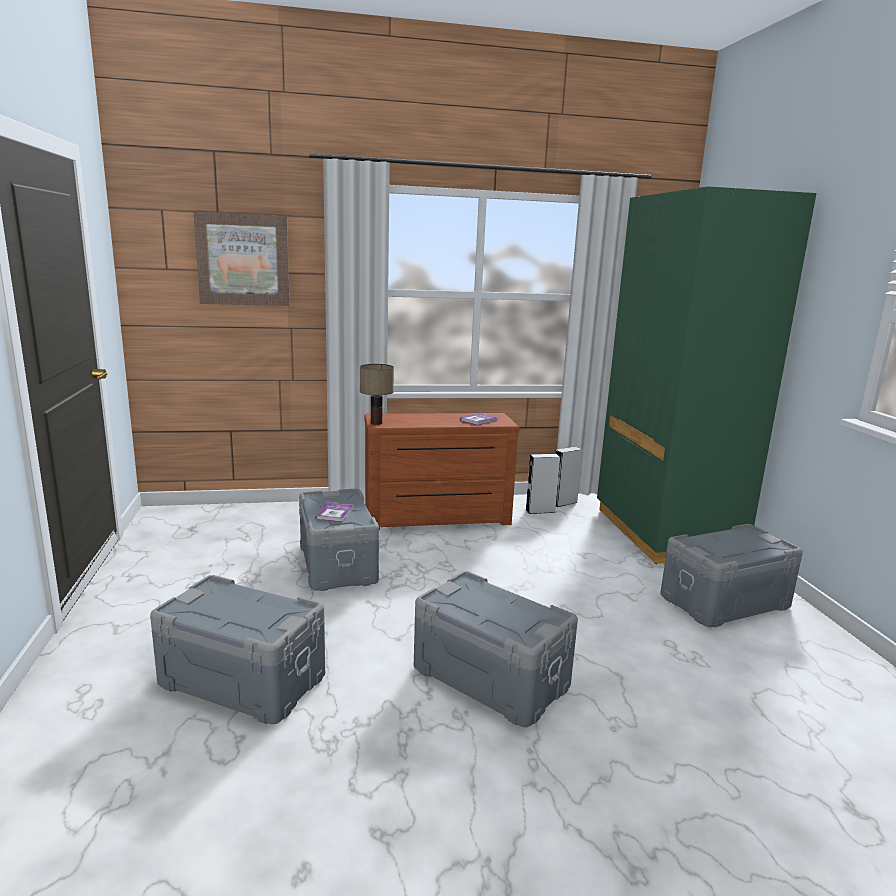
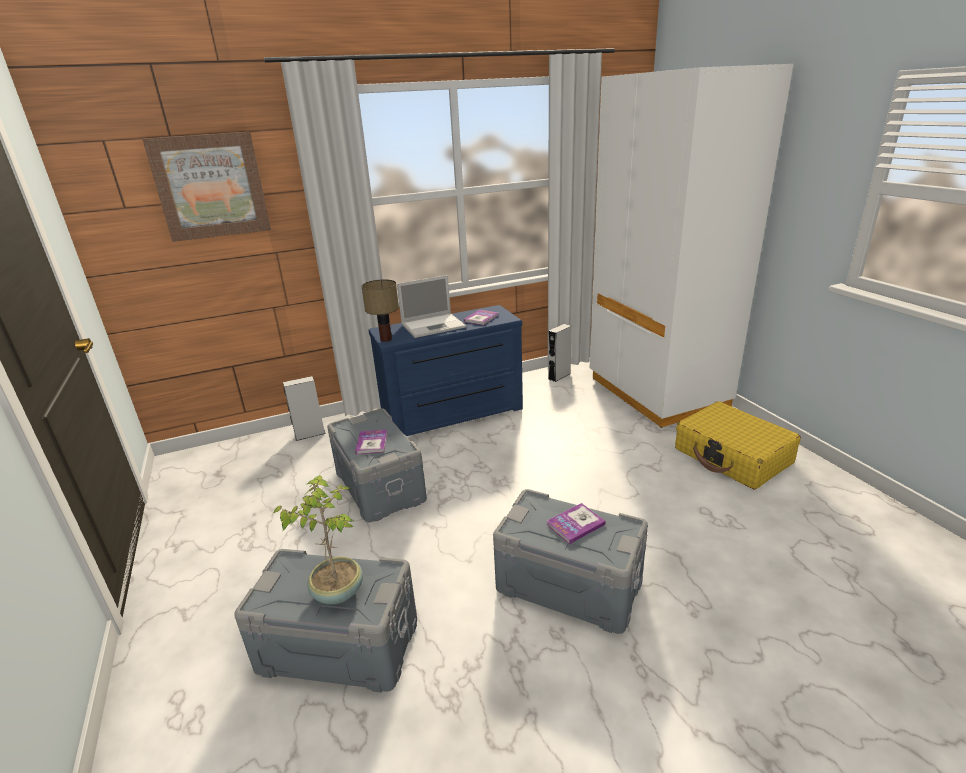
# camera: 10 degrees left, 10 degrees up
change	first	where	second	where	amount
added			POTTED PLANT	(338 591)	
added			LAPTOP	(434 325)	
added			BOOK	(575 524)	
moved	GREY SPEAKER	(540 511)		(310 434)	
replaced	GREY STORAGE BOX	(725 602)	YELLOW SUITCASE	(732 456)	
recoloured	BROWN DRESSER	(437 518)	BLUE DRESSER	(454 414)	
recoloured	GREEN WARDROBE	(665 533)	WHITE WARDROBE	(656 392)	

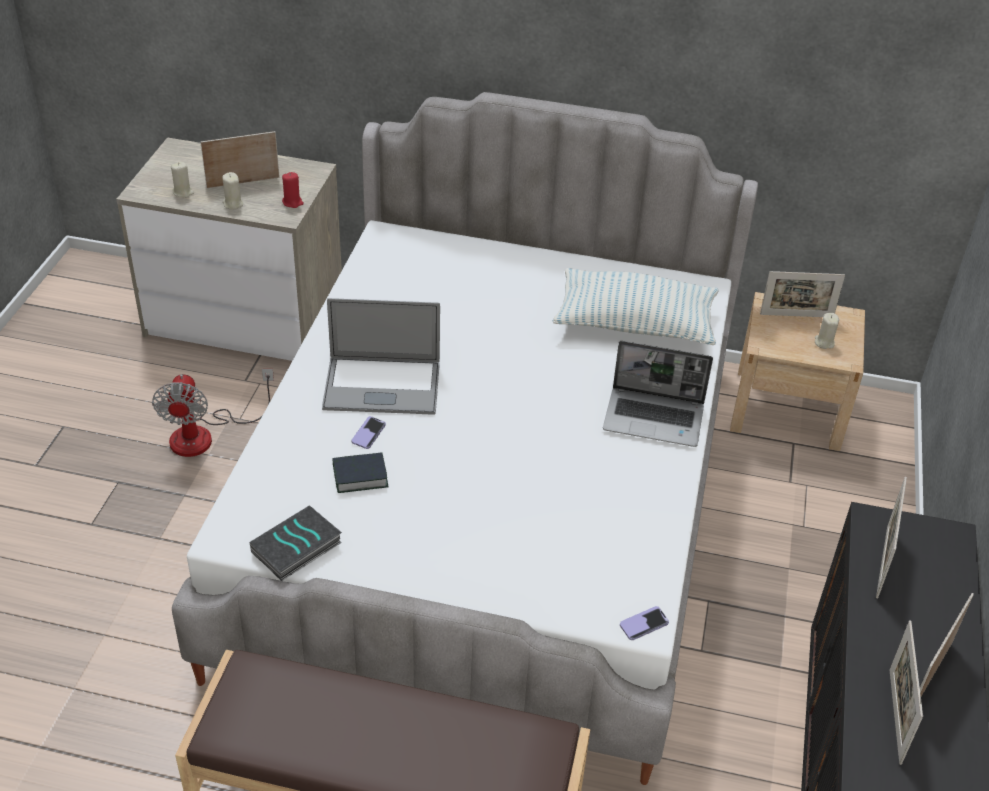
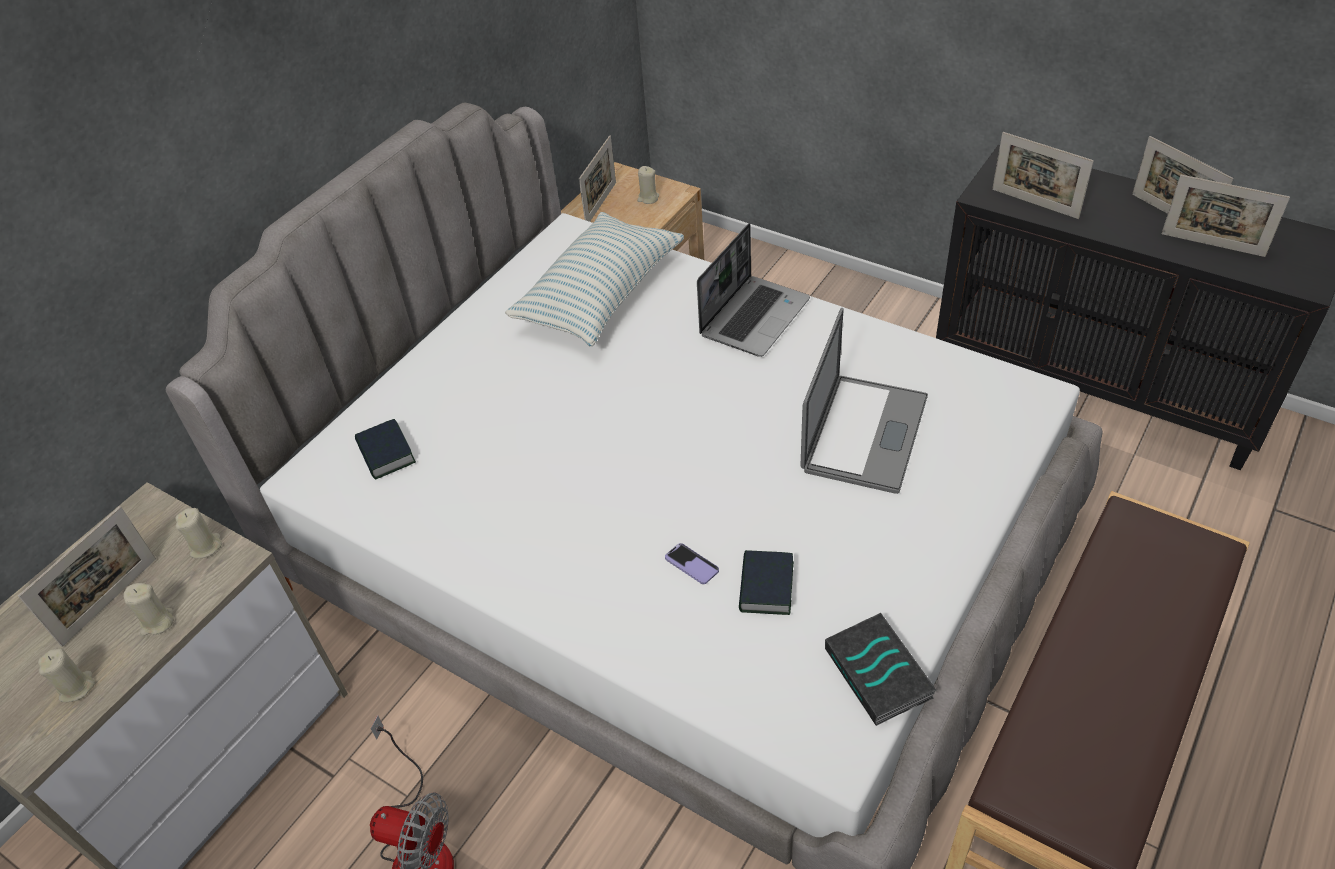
# camera: 65 degrees left, 5 degrees up
change	first	where	second	where	amount
removed	PHONE	(644 624)			
added			BOOK	(386 454)	
moved	LAPTOP	(382 386)		(864 433)	
recoloured	RED CANDLE	(292 202)	BEIGE CANDLE	(206 546)	
turned	PICTURE FRAME	(243 182)		(110 601)	150 degrees counterclockwise

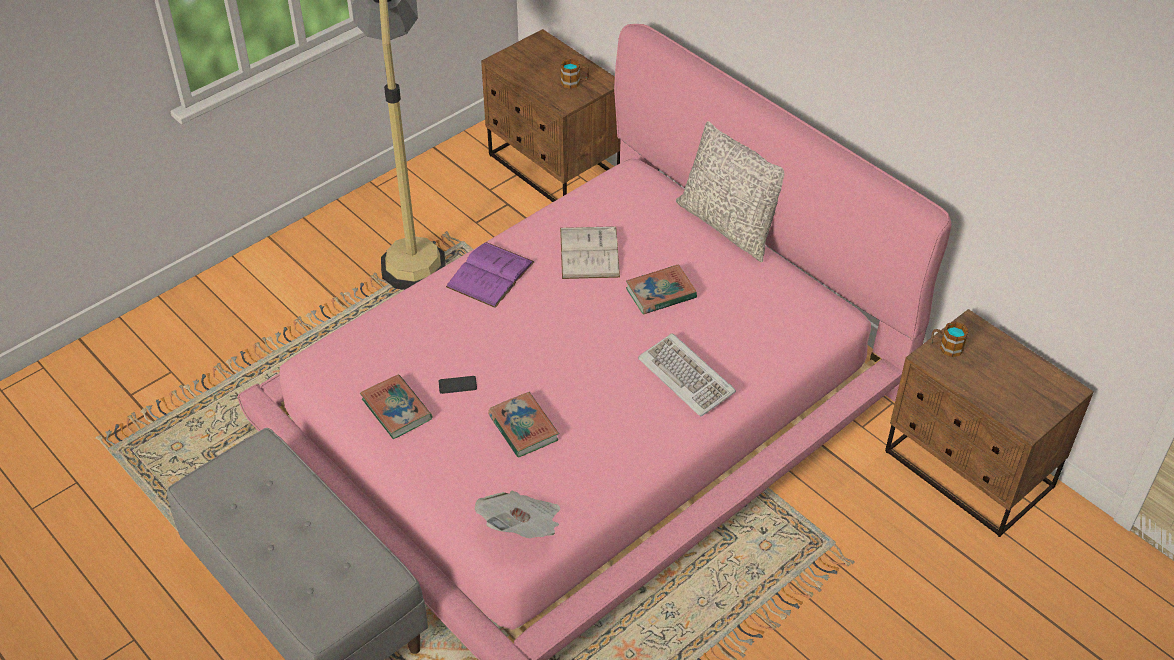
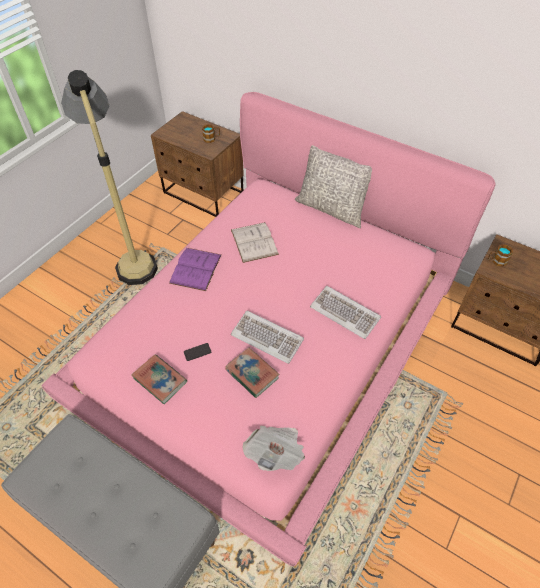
# camera: 15 degrees left, 5 degrees up
change	first	where	second	where	amount
removed	BOOK	(660 293)			
added			KEYBOARD	(267 337)	

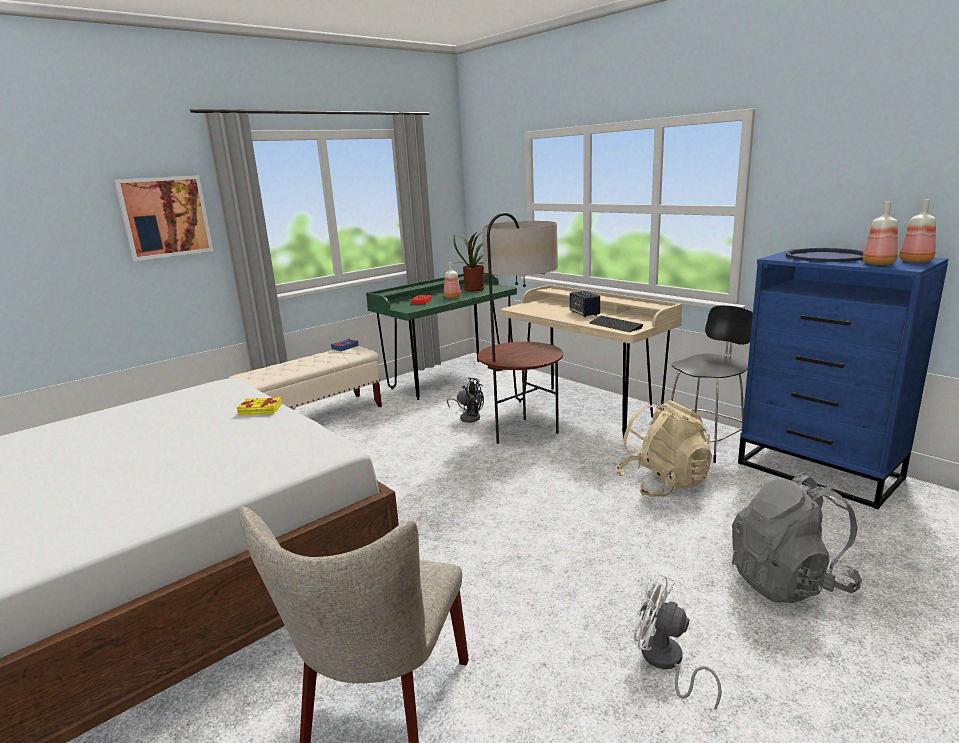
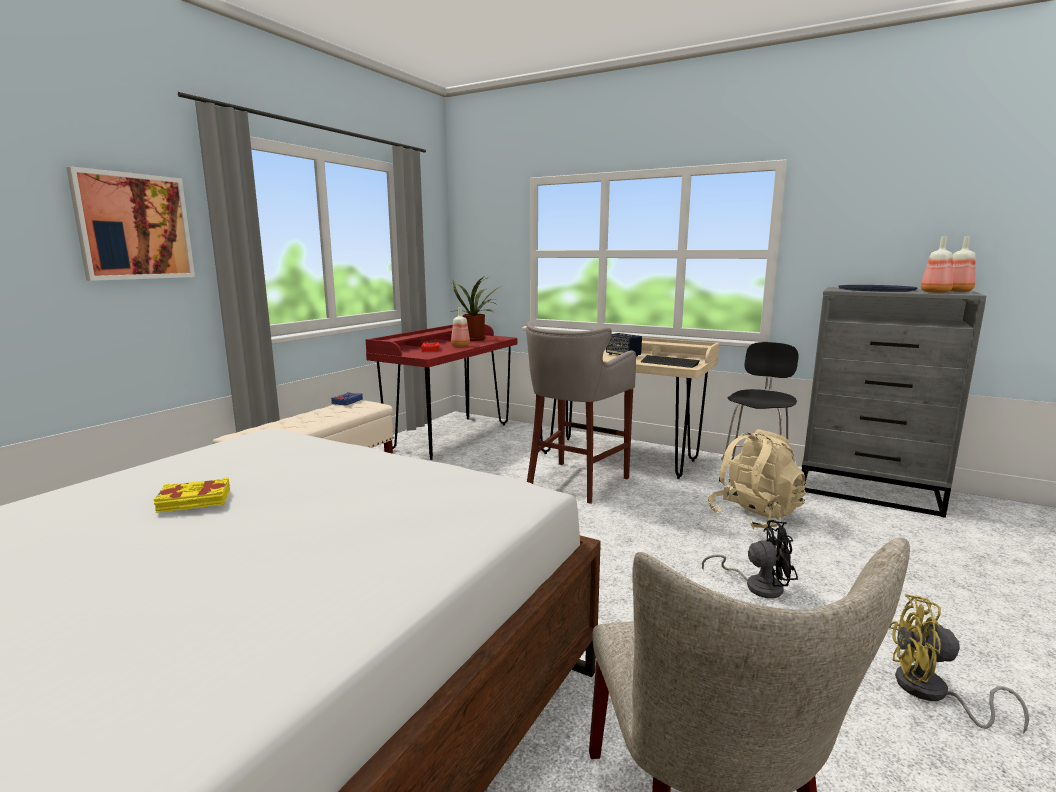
# camera: 20 degrees left, 5 degrees down
change	first	where	second	where	amount
removed	GREY BACKPACK	(789 582)			
moved	YELLOW BOOK	(260 410)		(194 501)	
moved	BLACK FAN	(468 417)		(756 585)	
replaced	FLOOR LAMP	(522 433)	GREY STOOL	(575 483)	
recoloured	GREEN DESK	(450 378)	RED DESK	(450 436)	
recoloured	WHITE FAN	(665 662)	YELLOW FAN	(931 693)	
recoloured	BLUE DRESSER	(820 471)	GREY DRESSER	(870 491)	

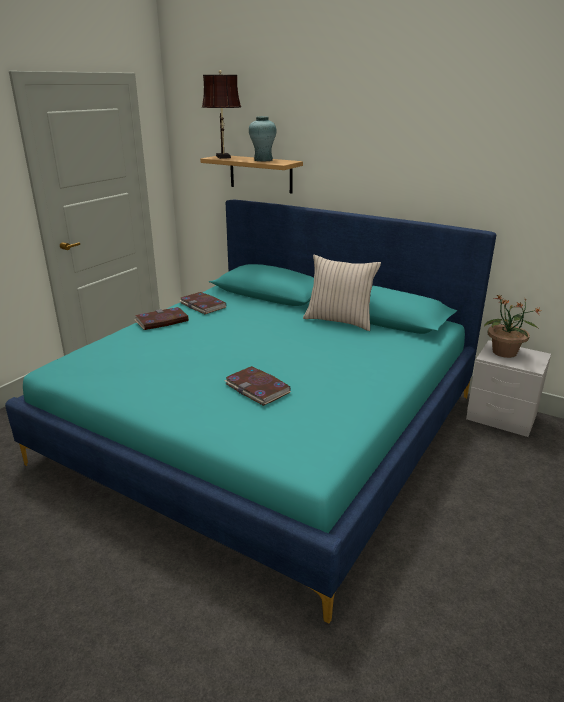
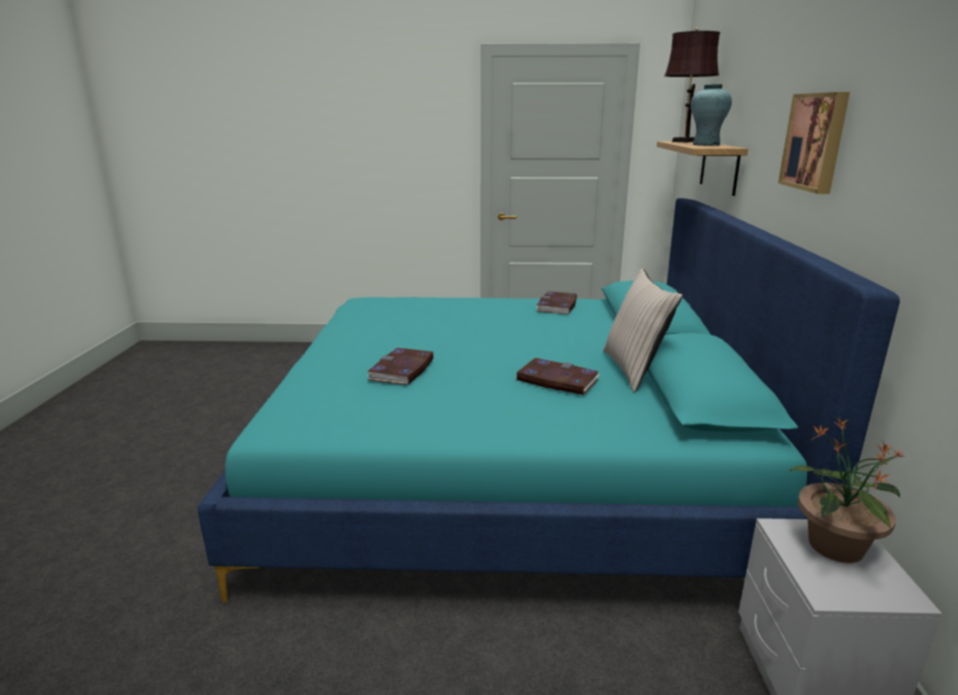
# camera: 60 degrees right, 5 degrees down
change	first	where	second	where	amount
added			PICTURE	(816 142)	
moved	BOOK	(162 321)		(557 380)	

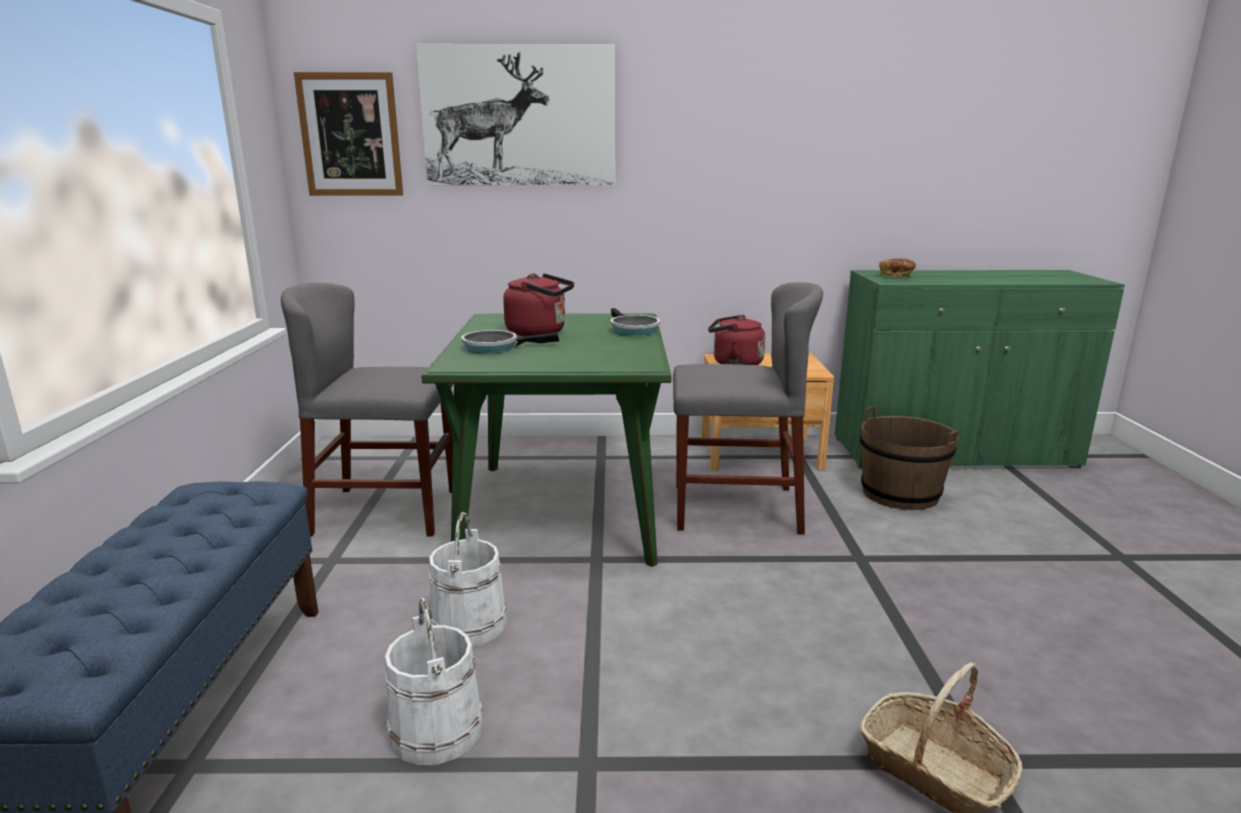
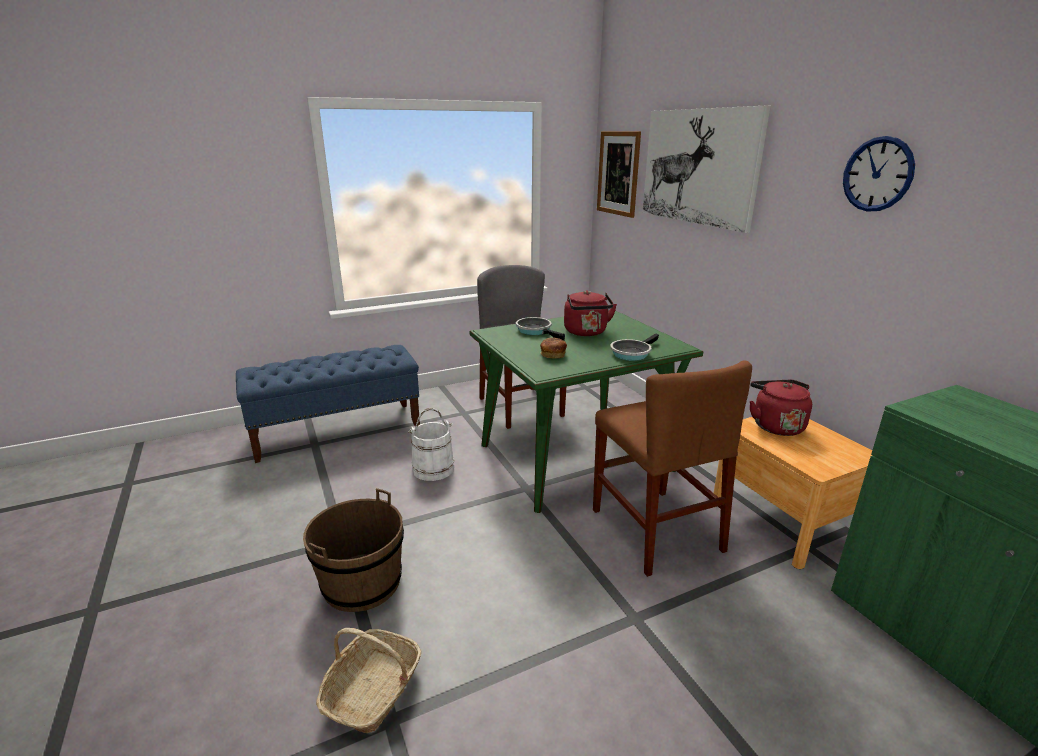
# camera: 65 degrees right, 5 degrees up
change	first	where	second	where	amount
removed	WHITE BUCKET	(435 730)			
added			WALL CLOCK	(877 174)	
moved	BROWN BUCKET	(900 494)		(362 583)	
moved	BREAD	(896 276)		(552 355)	
recoloured	GREY CHAIR	(735 508)	BROWN CHAIR	(655 529)	

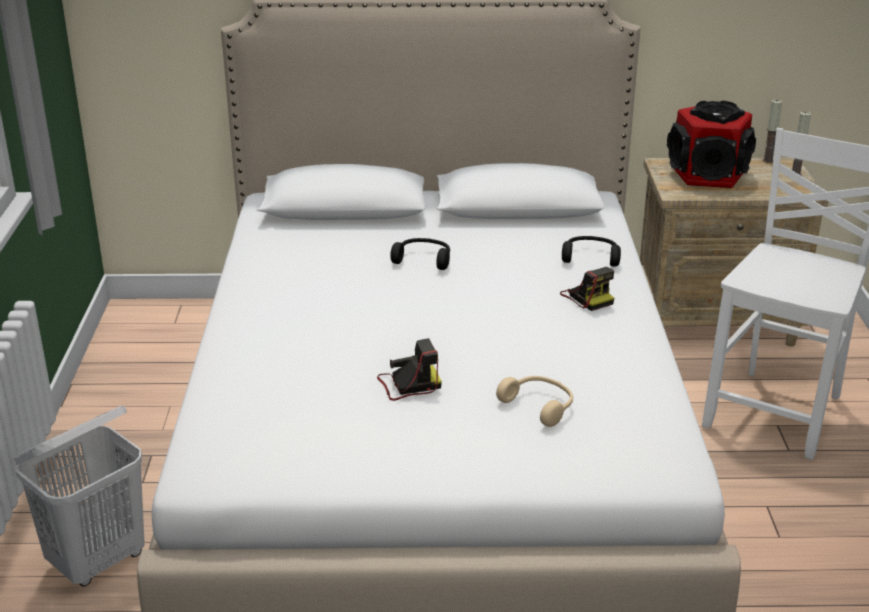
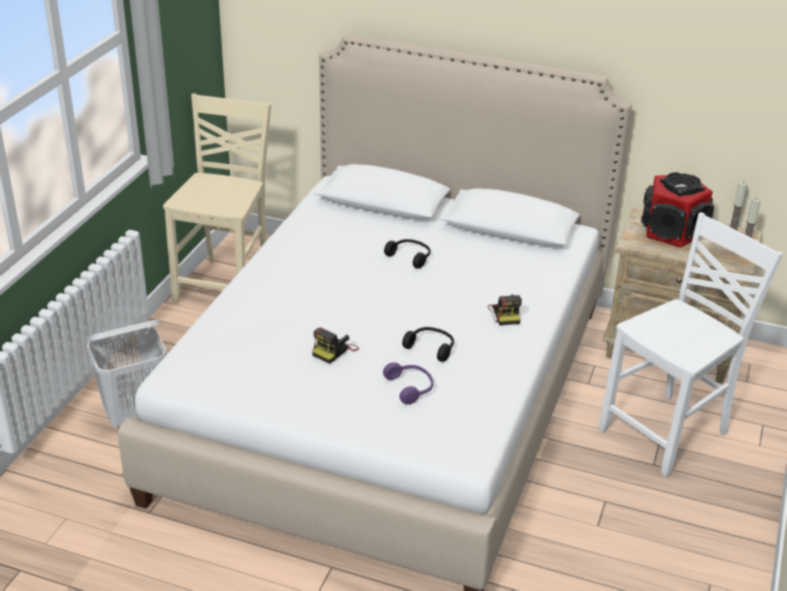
# camera: 20 degrees right, 5 degrees up
change	first	where	second	where	amount
added			BEIGE CHAIR	(226 285)	
moved	BLACK HEADPHONES	(591 257)		(431 347)	
recoloured	BEIGE HEADPHONES	(539 406)	PURPLE HEADPHONES	(411 387)	
turned	PHOTO CAMERA	(408 385)		(334 350)	120 degrees clockwise

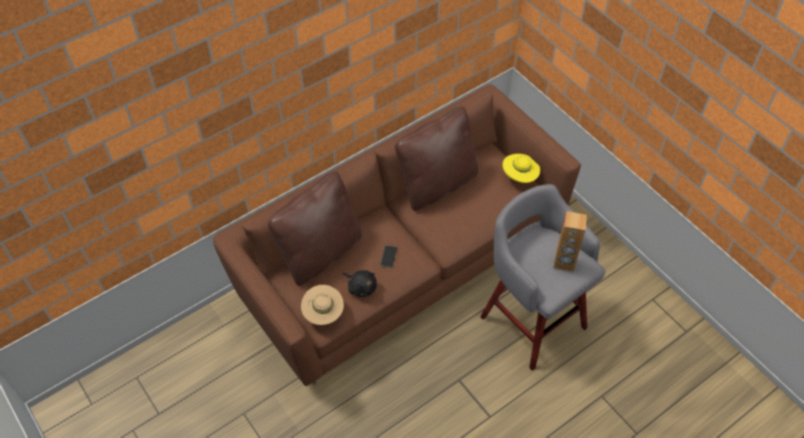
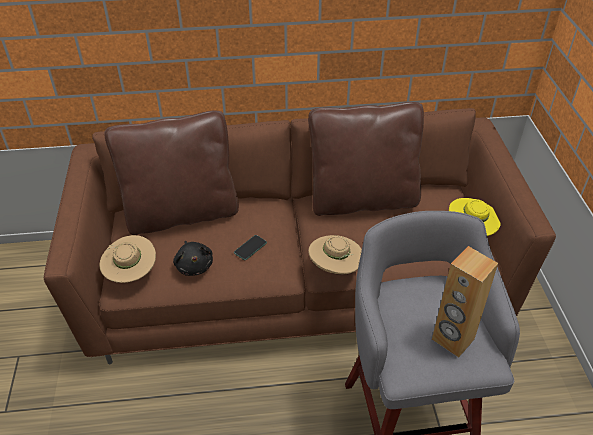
# camera: 30 degrees right, 10 degrees down
change	first	where	second	where	amount
added			BEIGE HAT	(335 268)	

